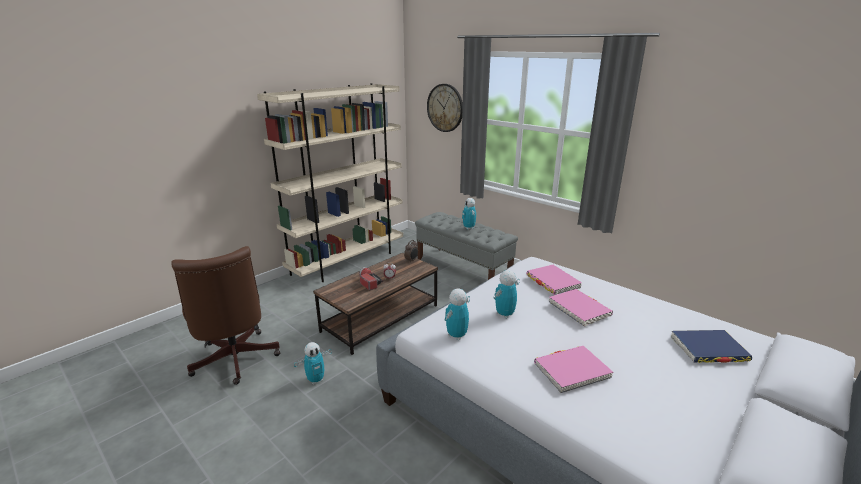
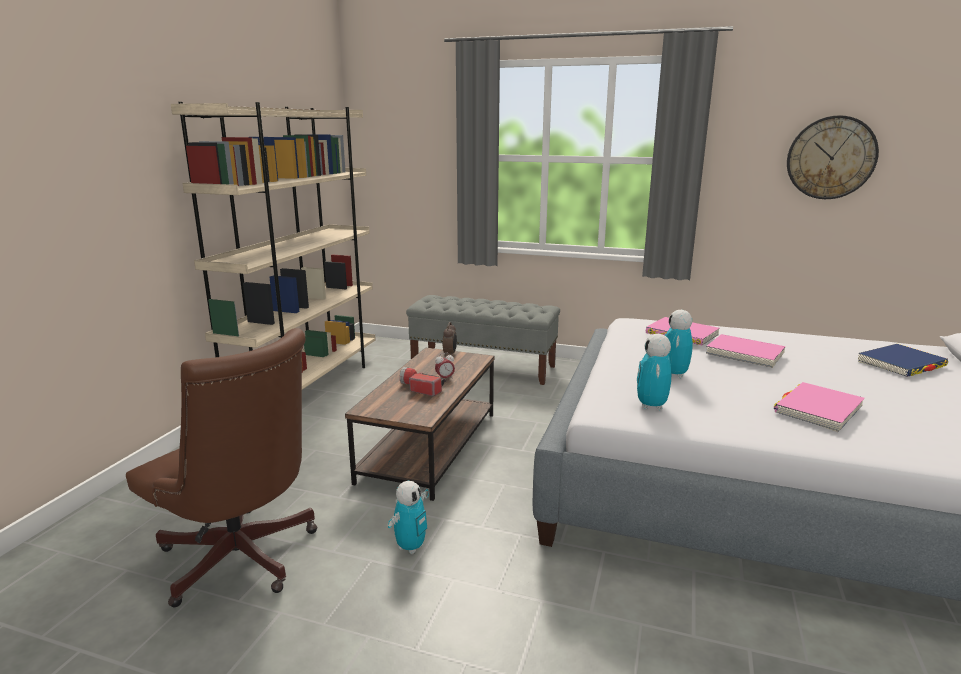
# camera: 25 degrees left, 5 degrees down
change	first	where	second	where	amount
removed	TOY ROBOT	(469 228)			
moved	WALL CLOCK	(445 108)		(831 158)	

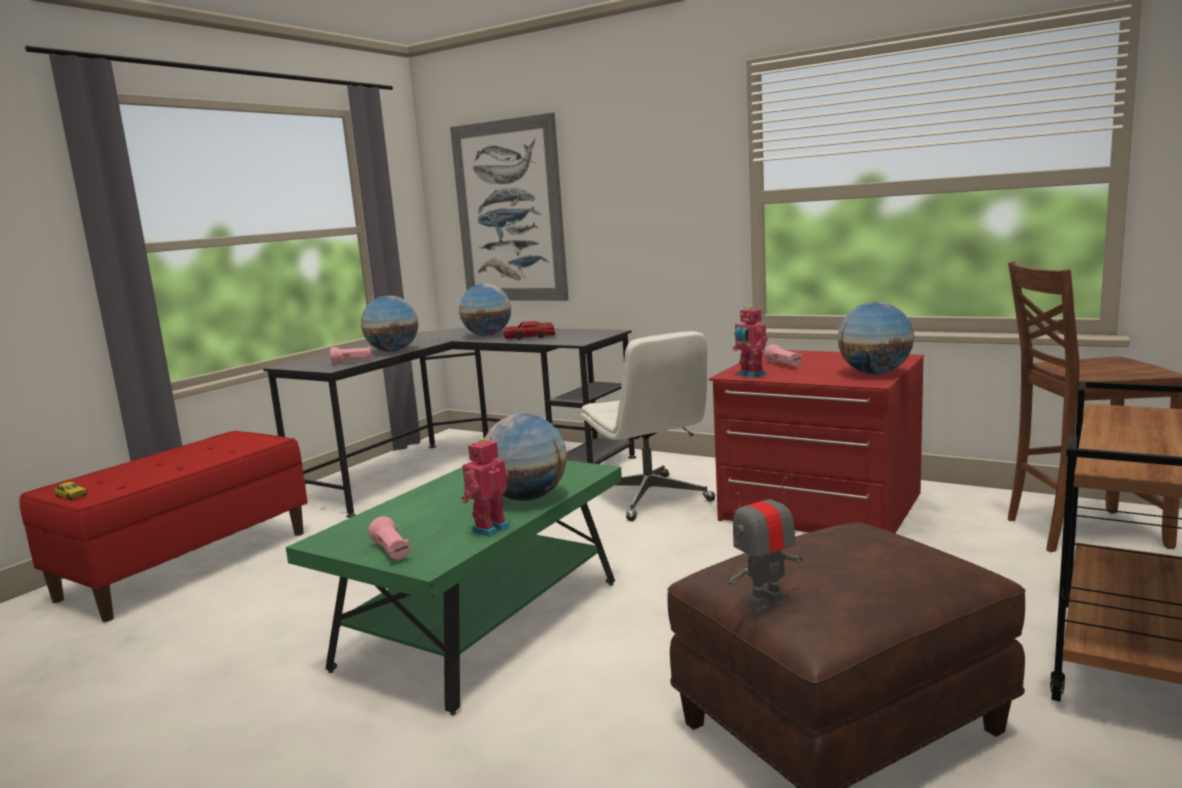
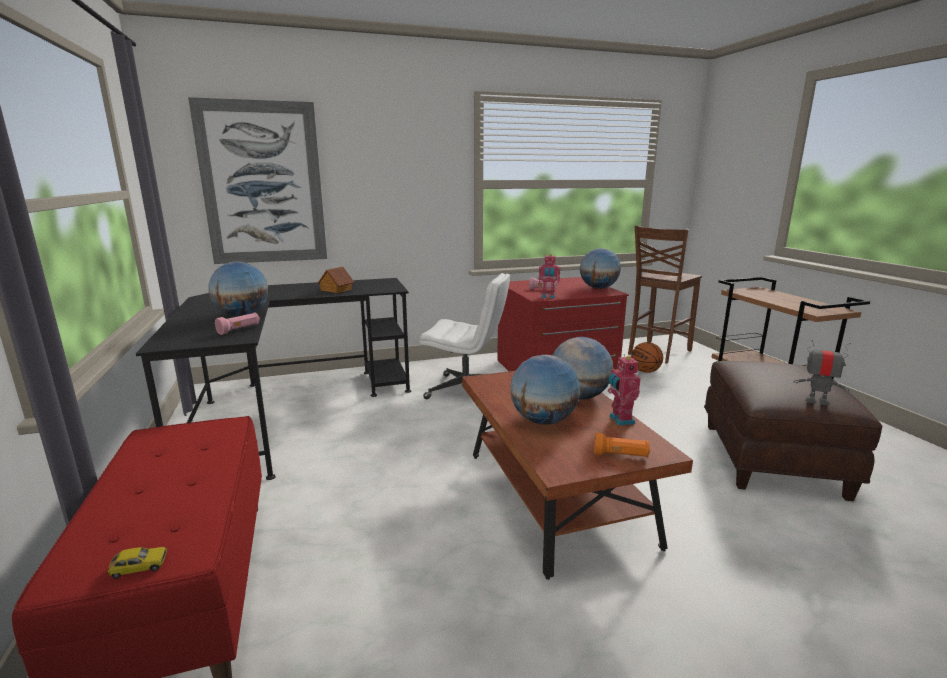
# camera: 50 degrees left, 5 degrees up
change	first	where	second	where	amount
added			BASKETBALL	(645 371)	
moved	GLOBE	(487 335)		(543 420)	
replaced	RED TOY CAR	(530 337)	TOY HOUSE	(336 290)	
recoloured	GREEN COFFEE TABLE	(482 624)	BROWN COFFEE TABLE	(554 497)	
recoloured	PINK FLASHLIGHT	(391 552)	ORANGE FLASHLIGHT	(620 455)	
turned	TOY ROBOT	(765 601)		(817 401)	105 degrees clockwise

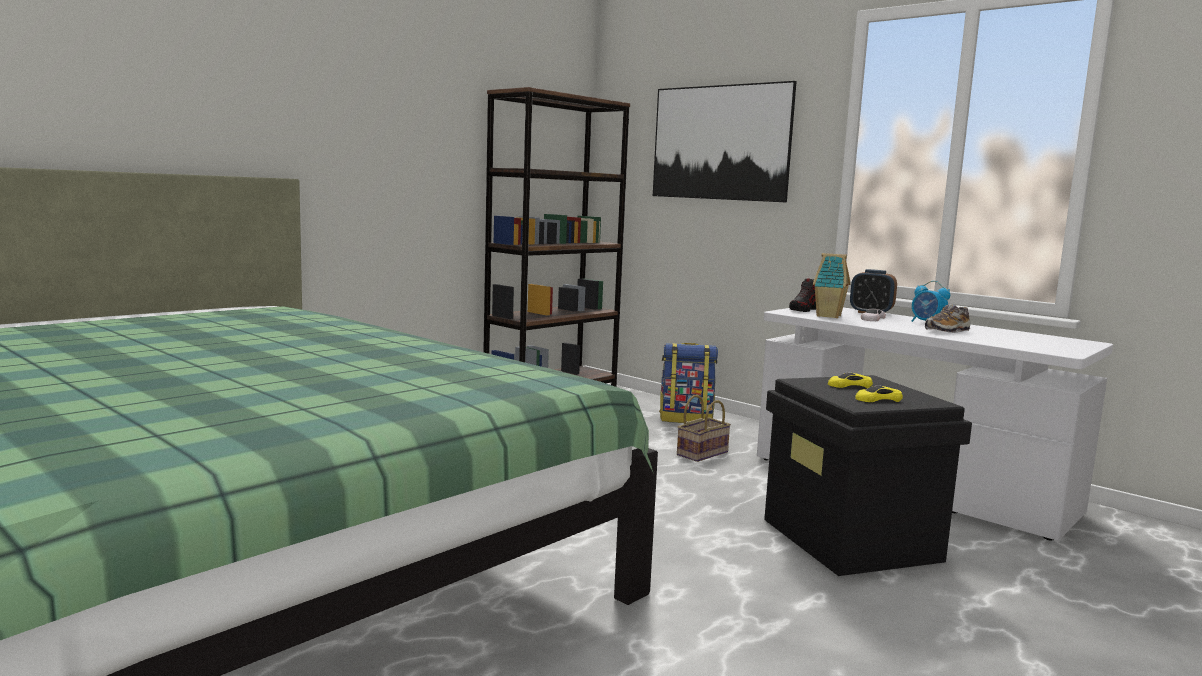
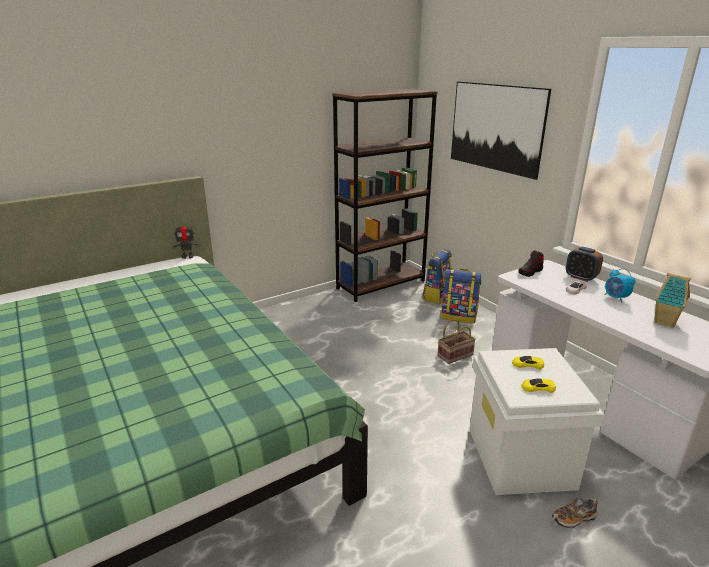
# camera: 15 degrees right, 15 degrees up
change	first	where	second	where	amount
added			TOY ROBOT	(187 256)	
added			BACKPACK	(436 296)	
moved	TOY HOUSE	(829 316)		(666 322)	
moved	SHOE	(947 331)		(574 519)	
recoloured	BLACK STORAGE BOX	(852 540)	WHITE STORAGE BOX	(521 458)	

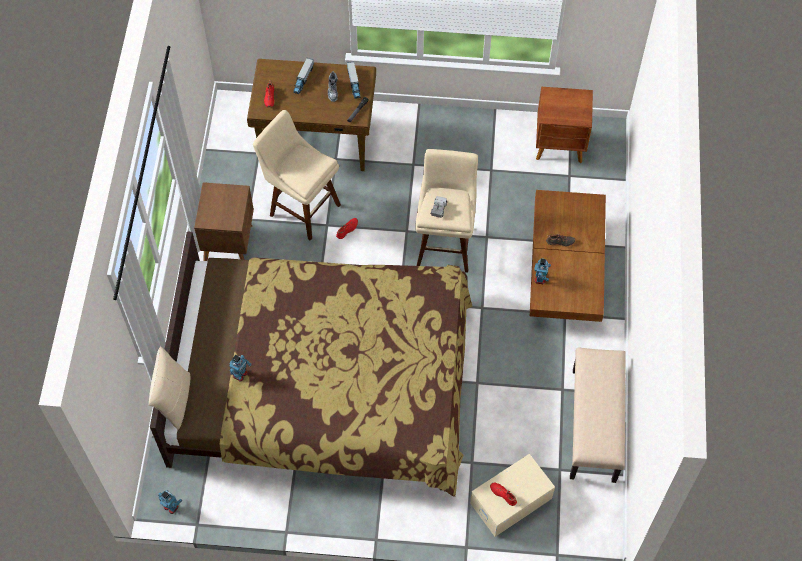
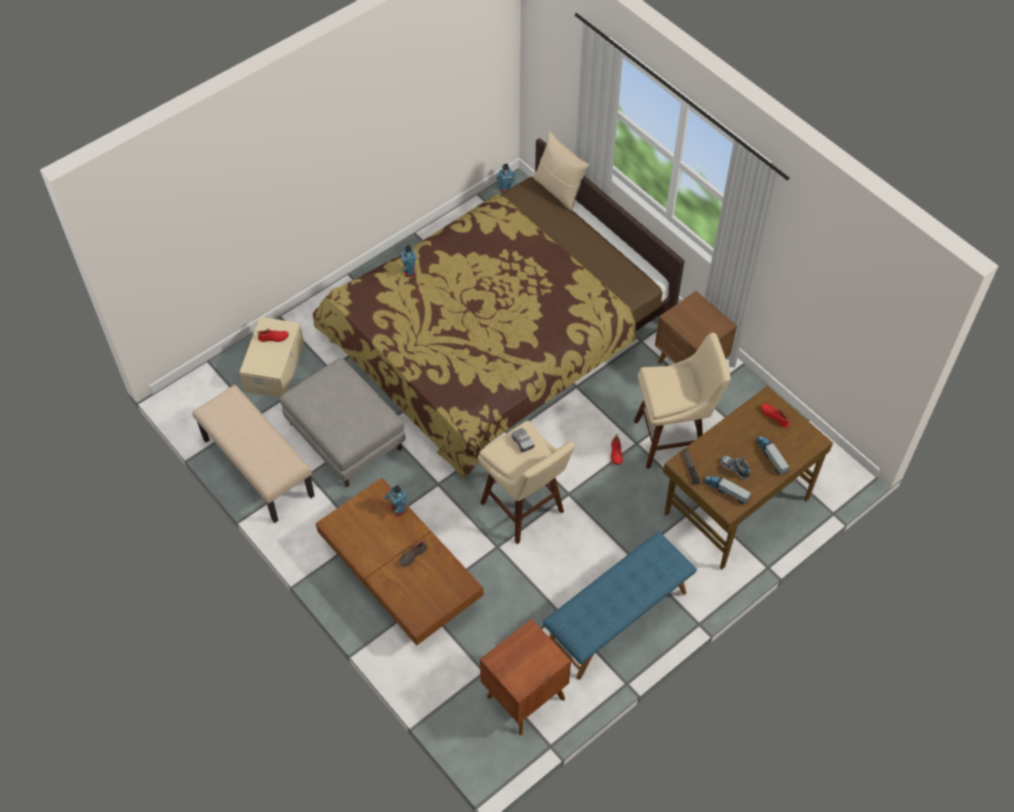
# camera: 135 degrees right, 5 degrees down
change	first	where	second	where	amount
added			GREY OTTOMAN	(347 437)	
added			BLUE BENCH	(617 619)	
moved	TOY ROBOT	(240 374)		(409 271)	

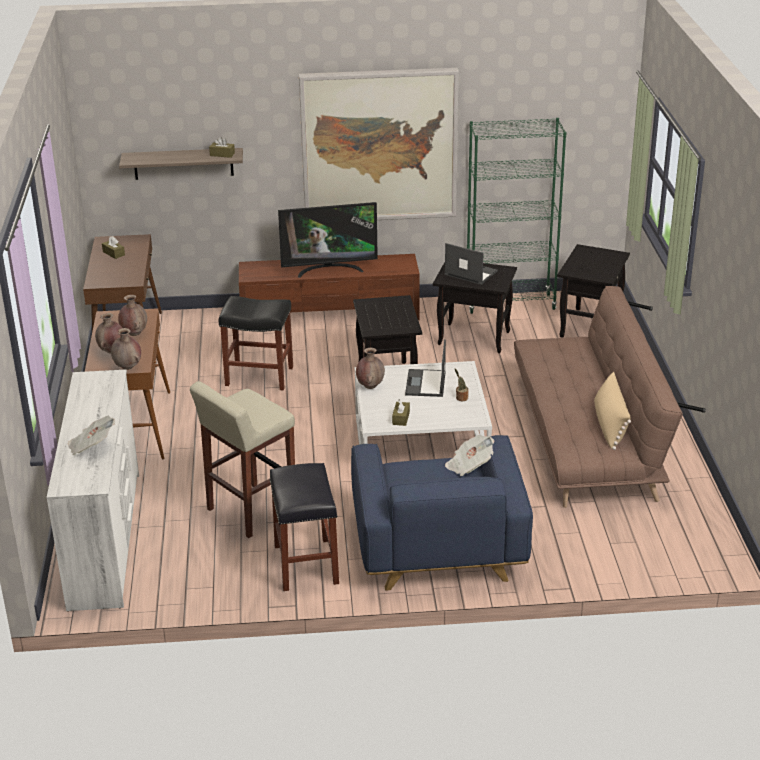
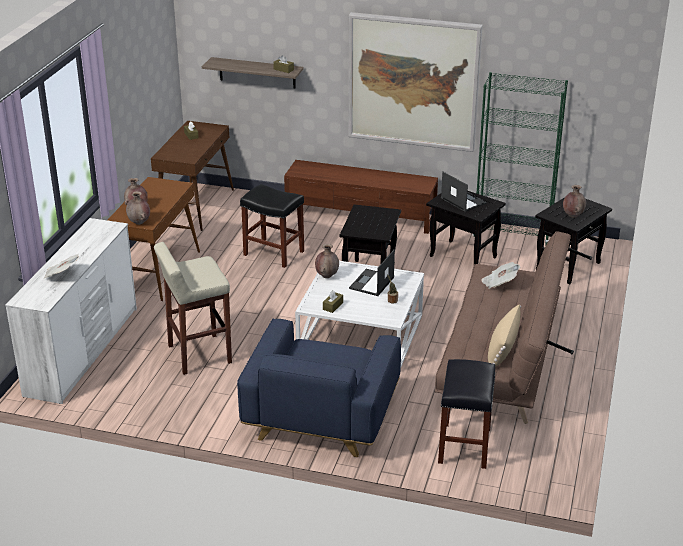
# camera: 20 degrees right, 0 degrees up
change	first	where	second	where	amount
removed	TELEVISION	(329 269)			
moved	BROWN VASE	(134 333)		(572 215)	
moved	BLACK STOOL	(307 565)		(465 446)	
moved	NEWSPAPER	(469 465)		(499 283)	

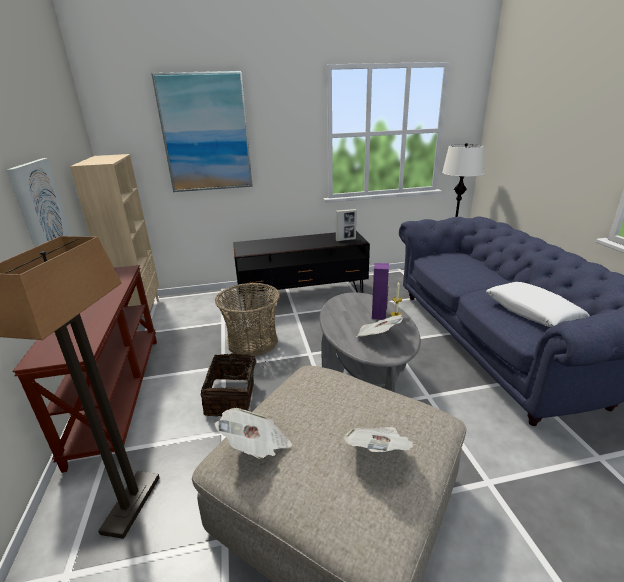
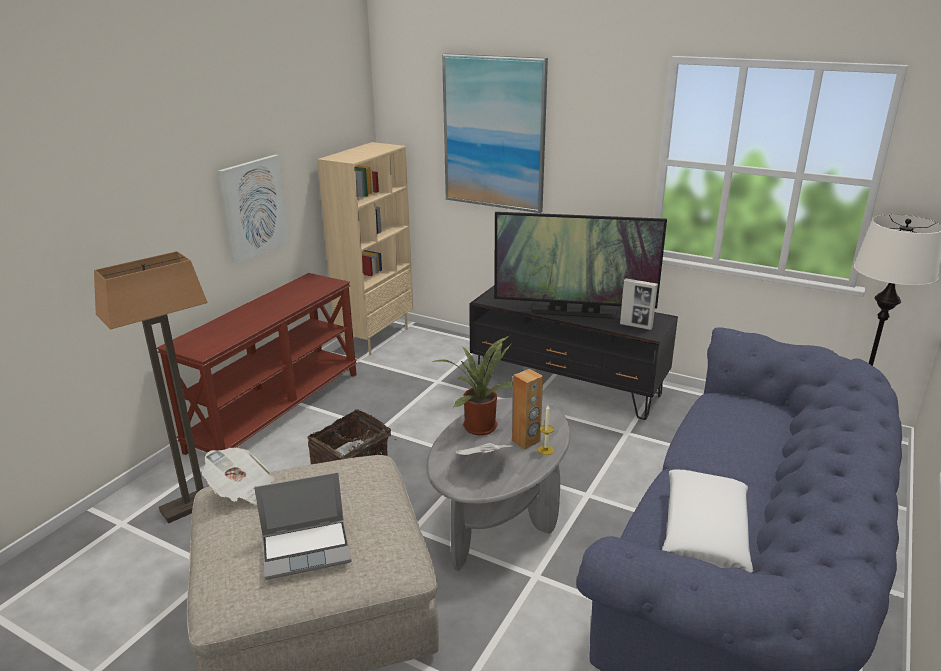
# camera: 40 degrees right, 0 degrees up
change	first	where	second	where	amount
removed	BASKET	(252 342)			
added			POTTED PLANT	(479 425)	
added			TELEVISION	(573 312)	
replaced	NEWSPAPER	(378 451)	LAPTOP	(307 549)	
recoloured	PURPLE SPEAKER	(379 315)	BROWN SPEAKER	(526 441)	

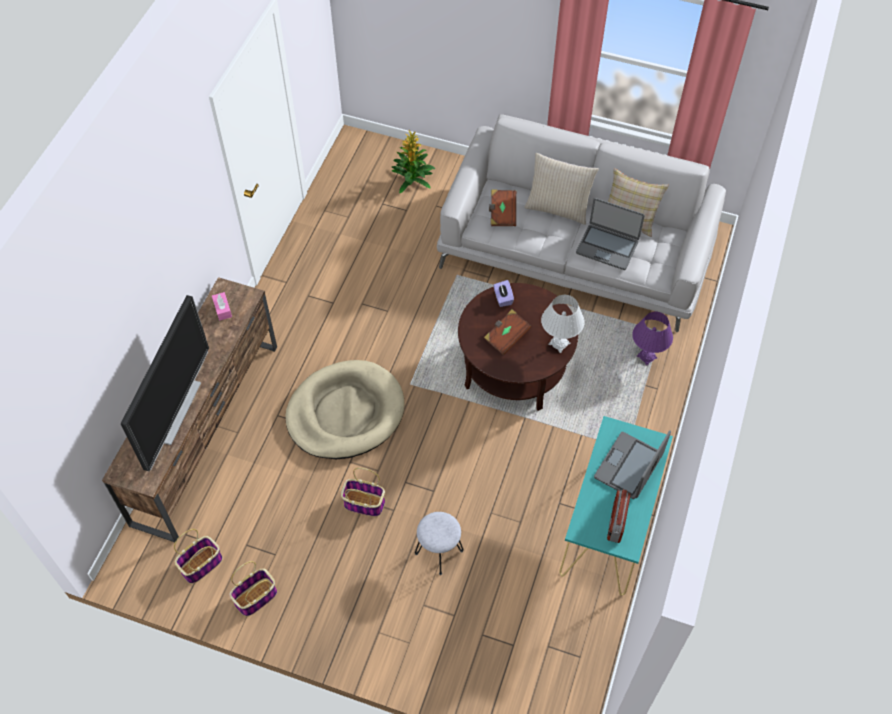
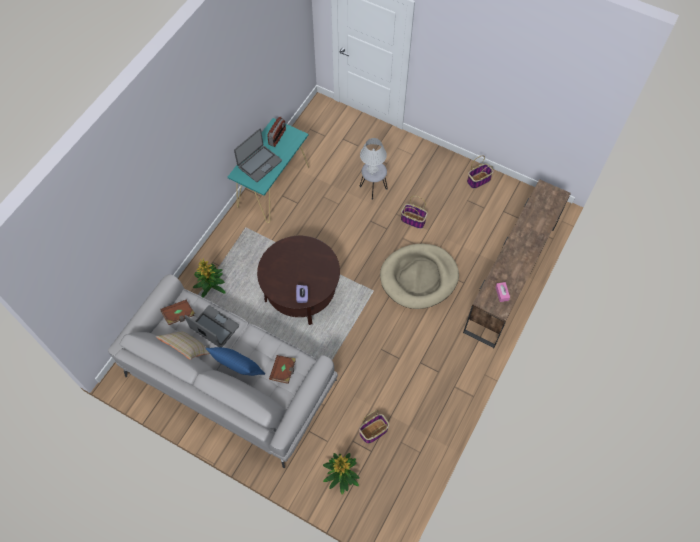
# camera: 170 degrees left, 5 degrees up
change	first	where	second	where	amount
removed	TELEVISION	(175 410)			
moved	BASKET	(201 564)		(373 432)	
moved	BROWN BOOK	(506 336)		(179 315)	
moved	WHITE TABLE LAMP	(559 344)		(372 170)	
replaced	PURPLE TABLE LAMP	(646 357)	POTTED PLANT	(210 285)	
recoloured	BEIGE PILLOW	(558 208)	BLUE PILLOW	(239 369)	

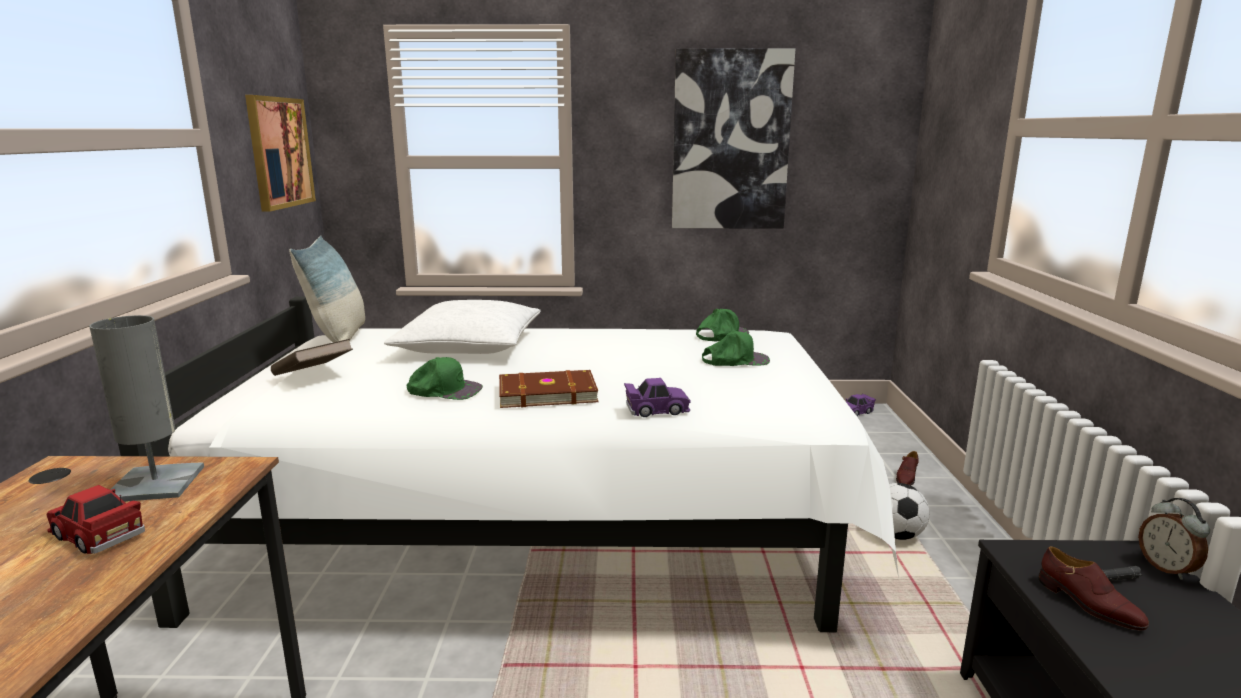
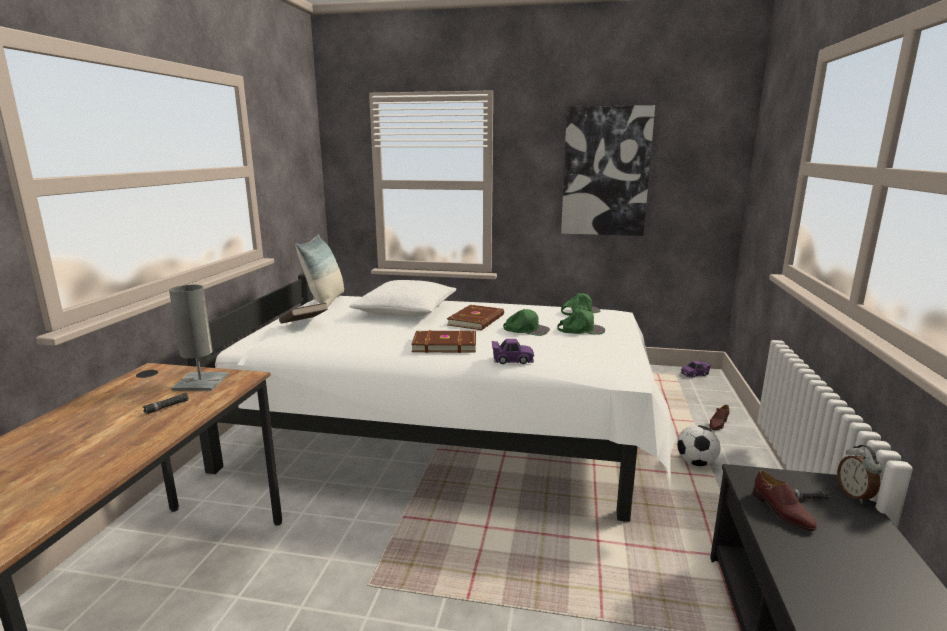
# camera: 10 degrees right, 0 degrees up
change	first	where	second	where	amount
removed	PICTURE	(279 152)			
added			BROWN BOOK	(477 320)	
moved	GREEN CAP	(444 390)		(526 330)	
replaced	RED TOY CAR	(98 535)	BLACK FLASHLIGHT	(167 407)	

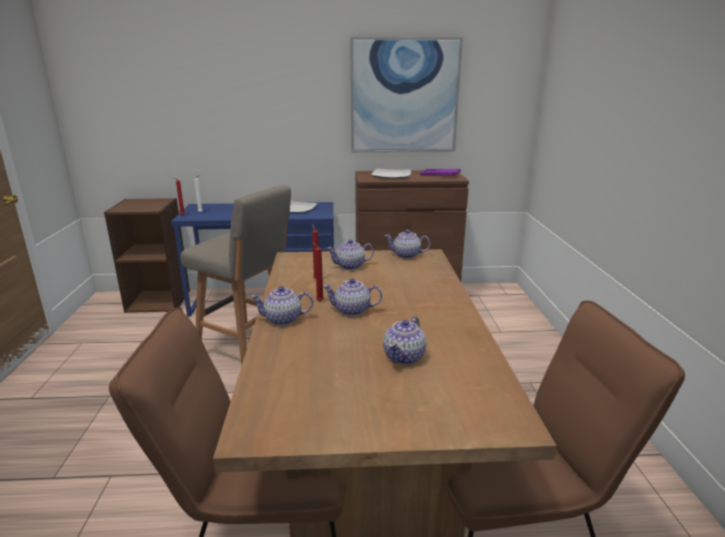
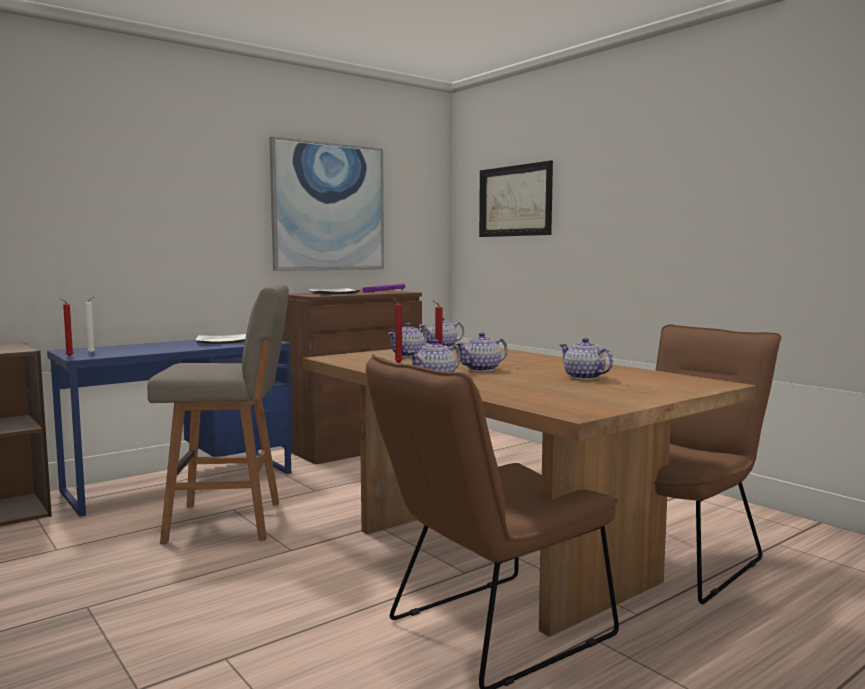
# camera: 35 degrees left, 15 degrees down
change	first	where	second	where	amount
added			PICTURE	(515 201)	
turned	TEAPOT	(404 356)		(584 377)	150 degrees clockwise

